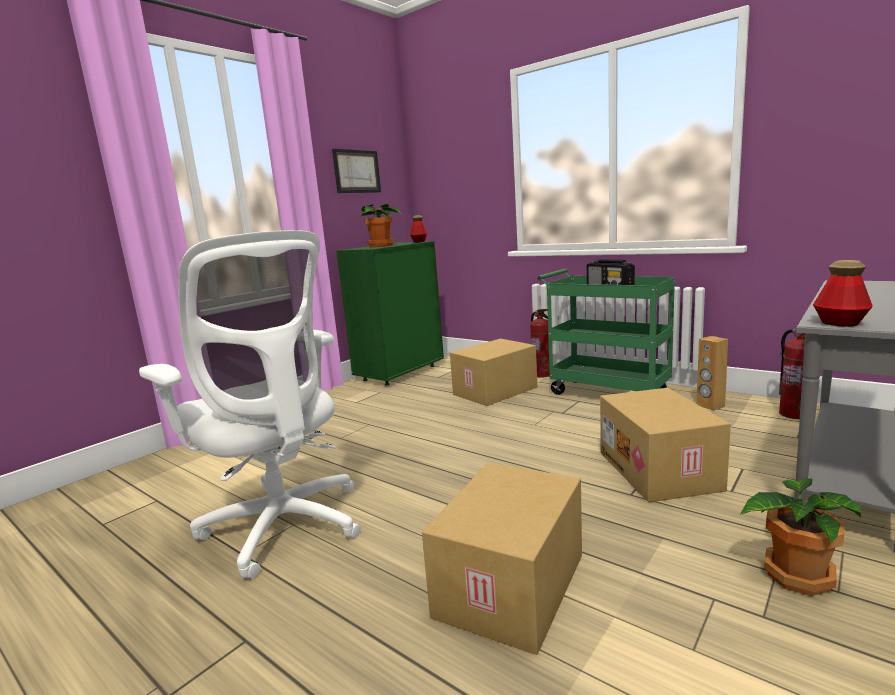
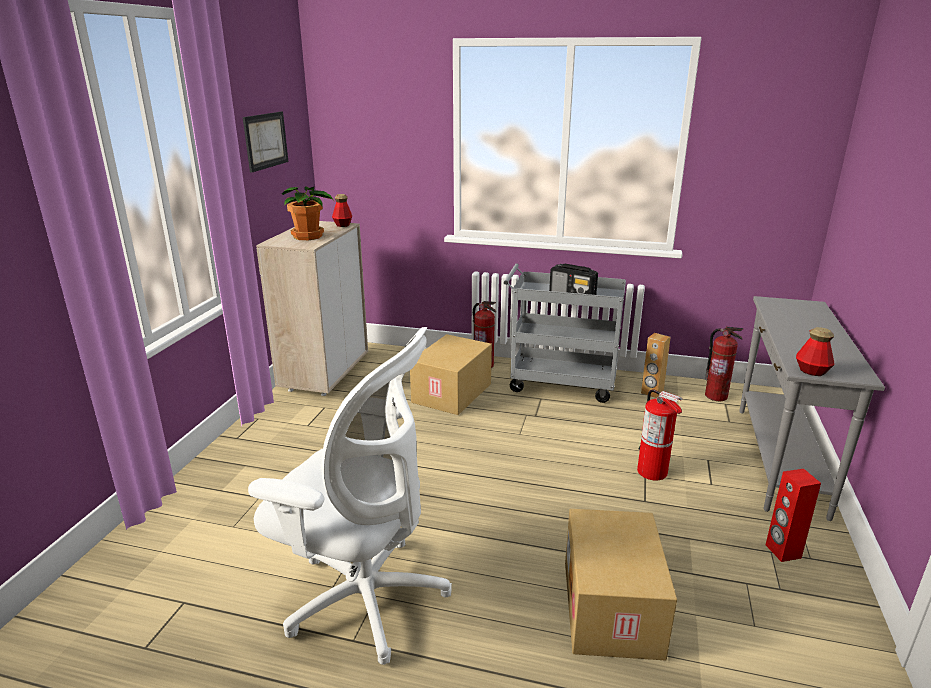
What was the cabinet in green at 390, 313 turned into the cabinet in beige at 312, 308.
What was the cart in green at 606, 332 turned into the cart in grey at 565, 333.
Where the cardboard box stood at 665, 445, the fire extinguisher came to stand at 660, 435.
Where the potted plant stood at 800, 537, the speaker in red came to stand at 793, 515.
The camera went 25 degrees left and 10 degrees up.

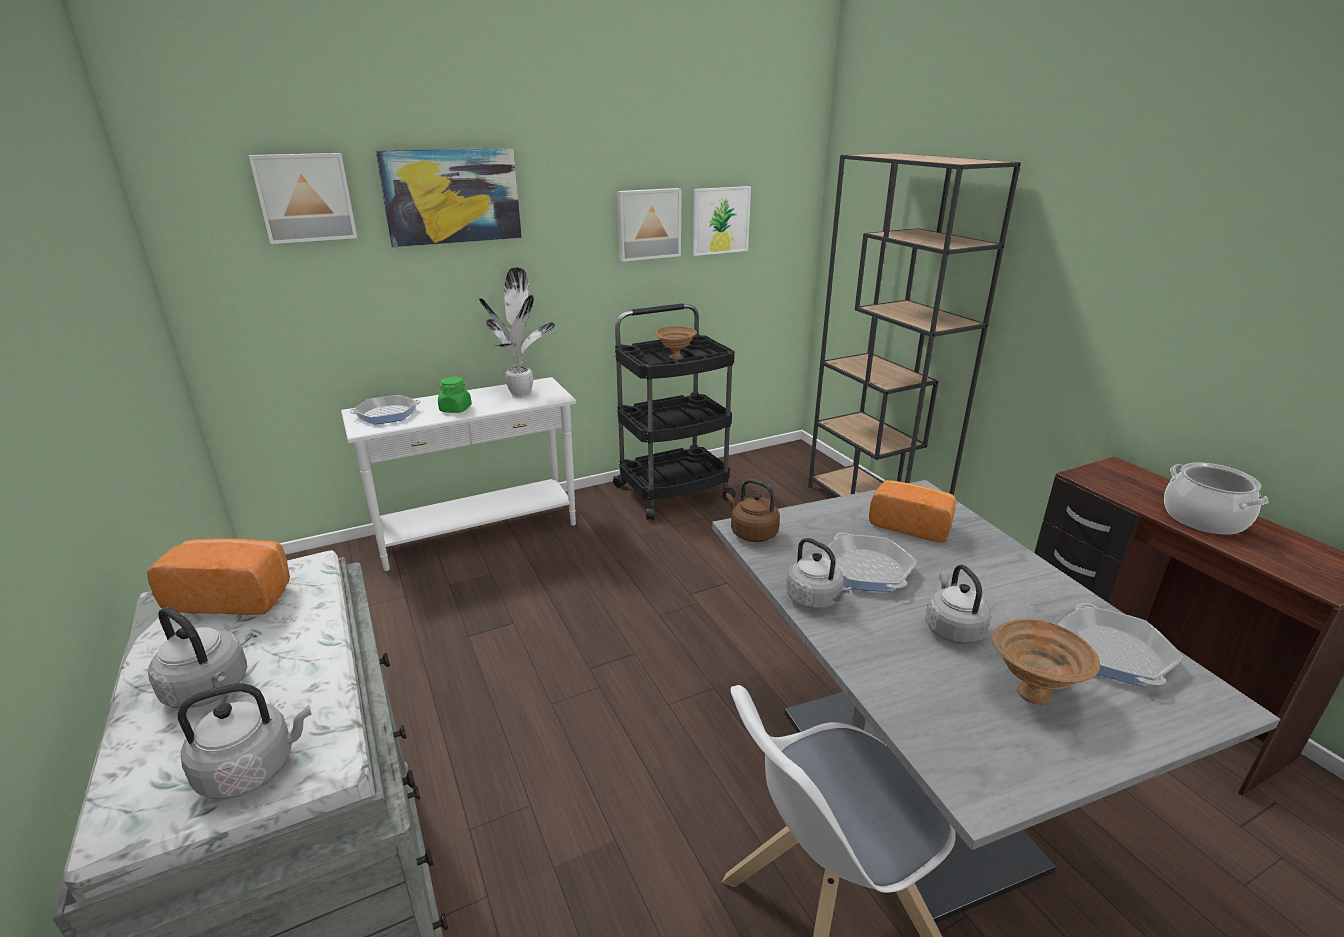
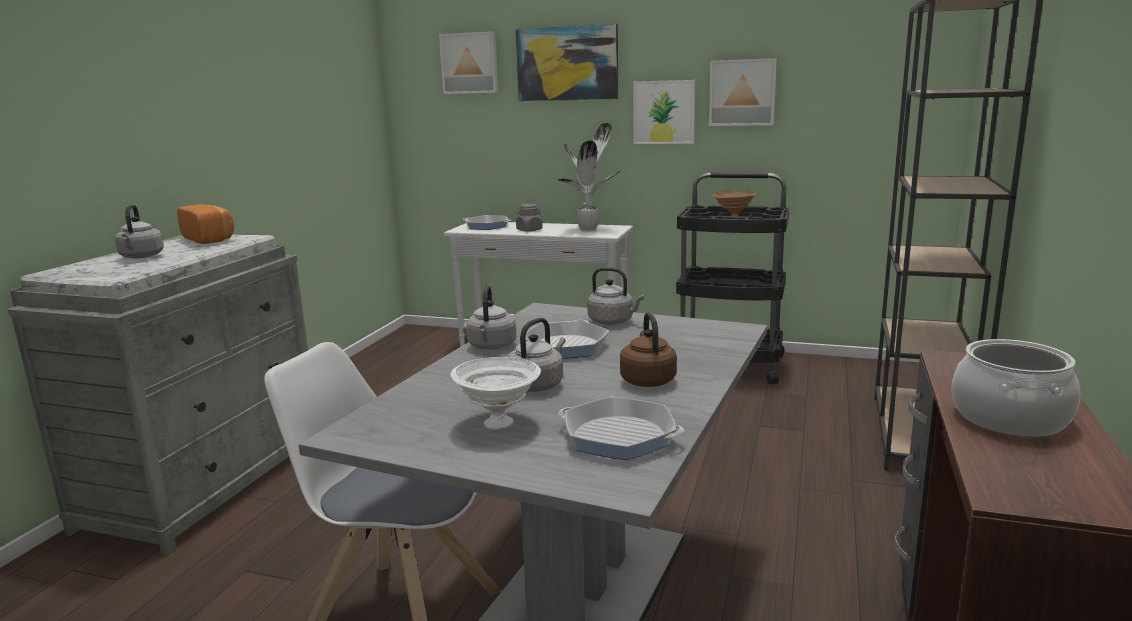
The picture ended up elsewhere, having gone from 722, 221 to 664, 112.
What was the jar in green at 455, 394 turned into the jar in grey at 529, 218.
The kettle in brown ended up elsewhere, having gone from 753, 510 to 648, 349.
The second view lost the bread at 912, 511.
The frying pan at 1120, 644 ended up facing another way, 105 degrees counterclockwise from before.
What was the bowl in brown at 1046, 662 turned into the bowl in white at 495, 393.
The kettle in grey ended up elsewhere, having gone from 244, 741 to 615, 296.
The camera went 45 degrees right and 10 degrees down.

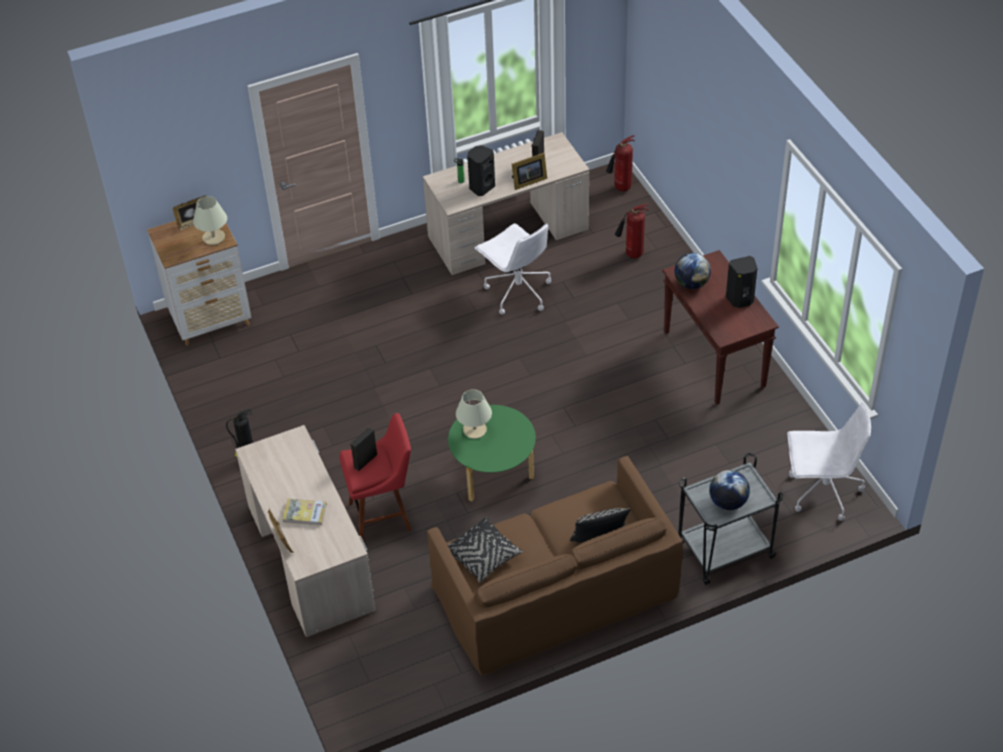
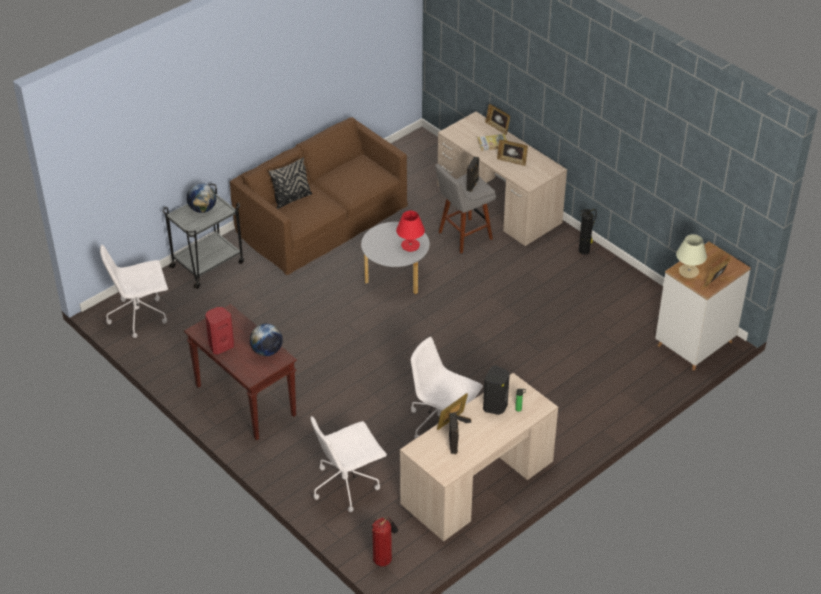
Where the fire extinguisher stood at 632, 231, the office chair in white came to stand at 348, 464.
What was the speaker in black at 741, 282 turned into the speaker in red at 219, 331.
What was the table lamp in beige at 474, 414 turned into the table lamp in red at 410, 231.
What was the coffee table in green at 492, 453 turned into the coffee table in grey at 395, 258.
What was the stool in red at 375, 478 turned into the stool in grey at 465, 208.
The second view lost the pillow in black at 485, 550.
The second view gained the picture frame at 512, 153.
The camera went 160 degrees right and 5 degrees down.

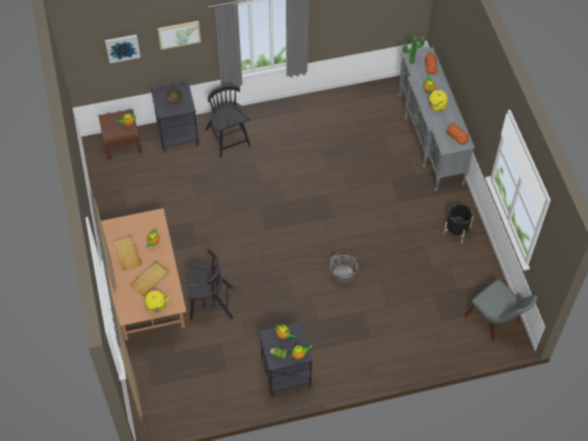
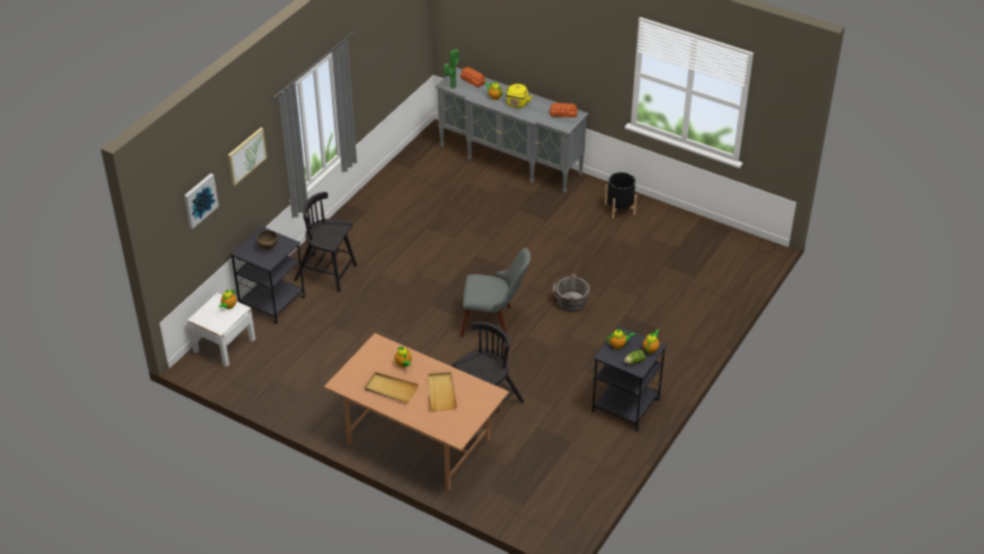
What was the nightstand in brown at 120, 134 turned into the nightstand in white at 221, 330.
The chair in grey ended up elsewhere, having gone from 501, 310 to 496, 292.
The second view lost the kettle in yellow at 157, 302.
The camera went 45 degrees left and 15 degrees down.

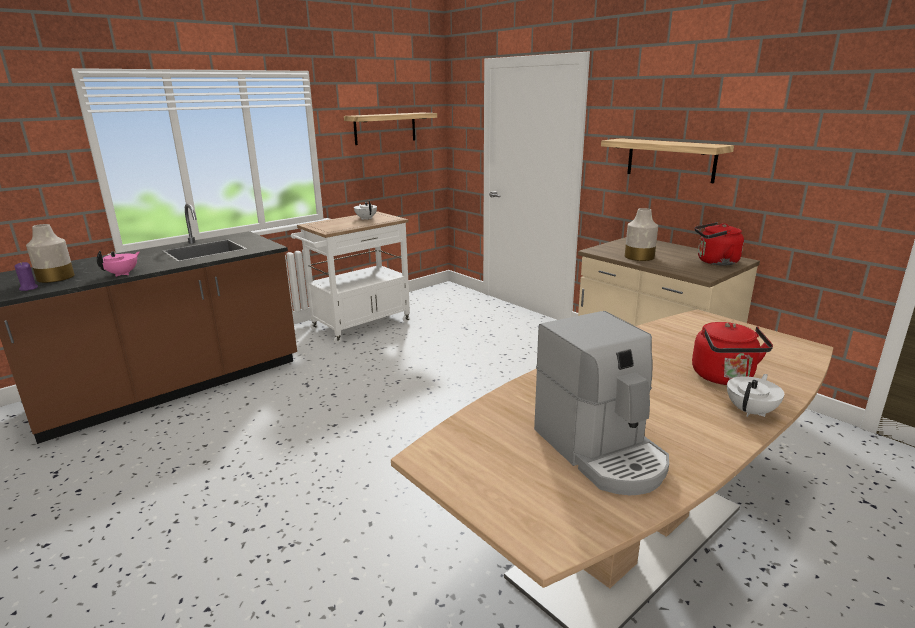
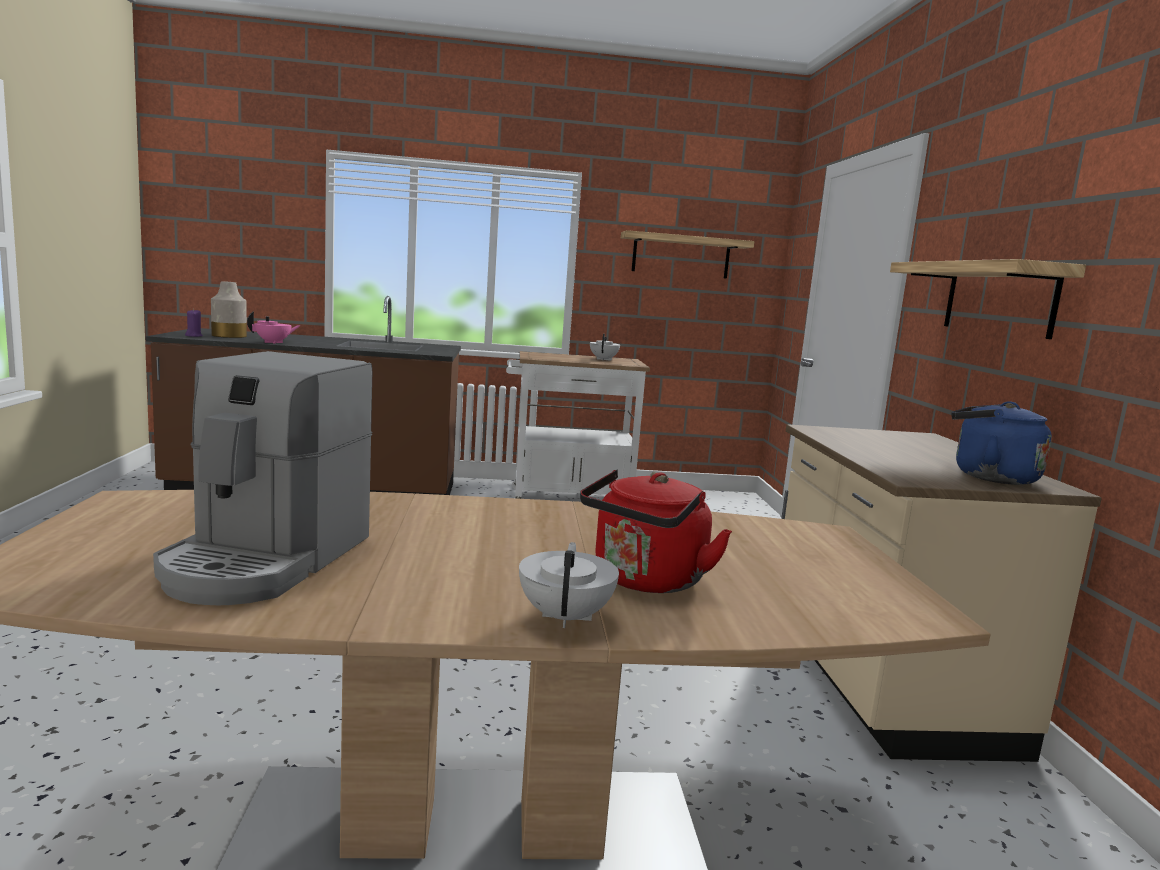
The second view lost the vase in beige at 641, 234.
What was the kettle in red at 719, 244 turned into the kettle in blue at 1001, 443.
The teapot in white at 755, 395 ended up facing another way, 75 degrees counterclockwise from before.
The camera went 35 degrees right and 10 degrees down.

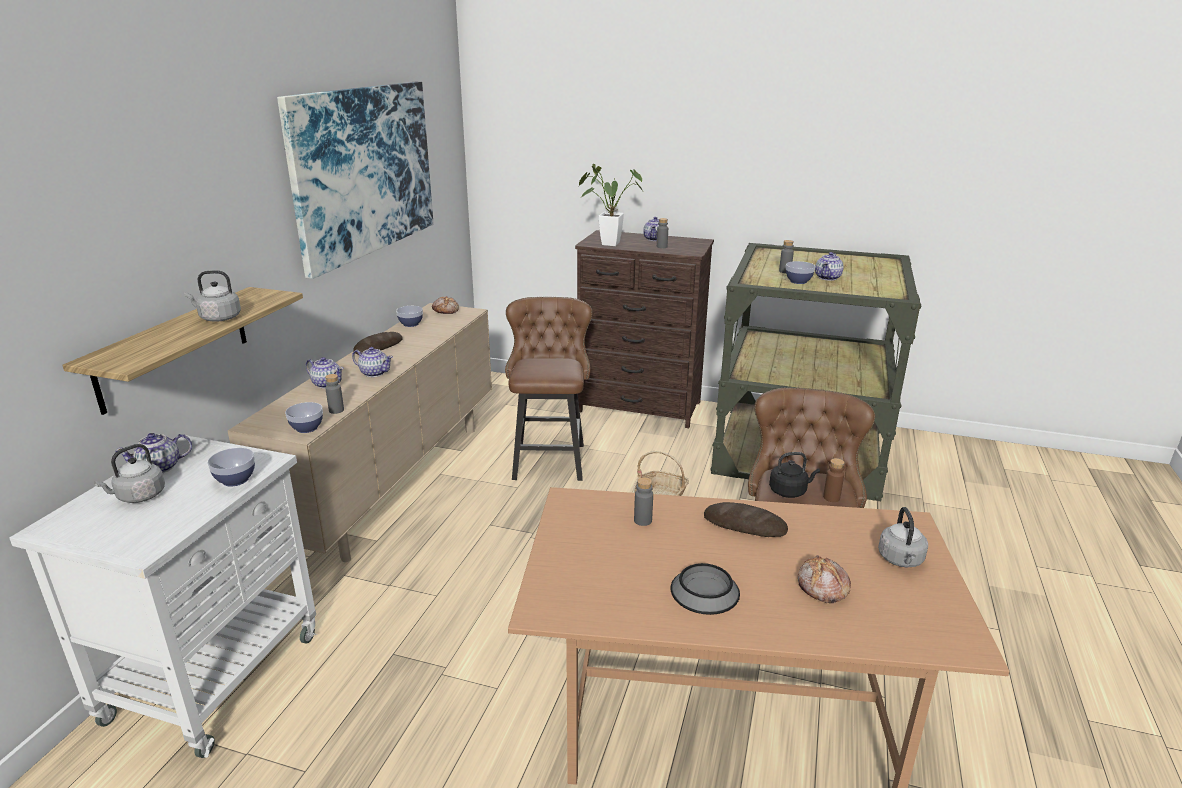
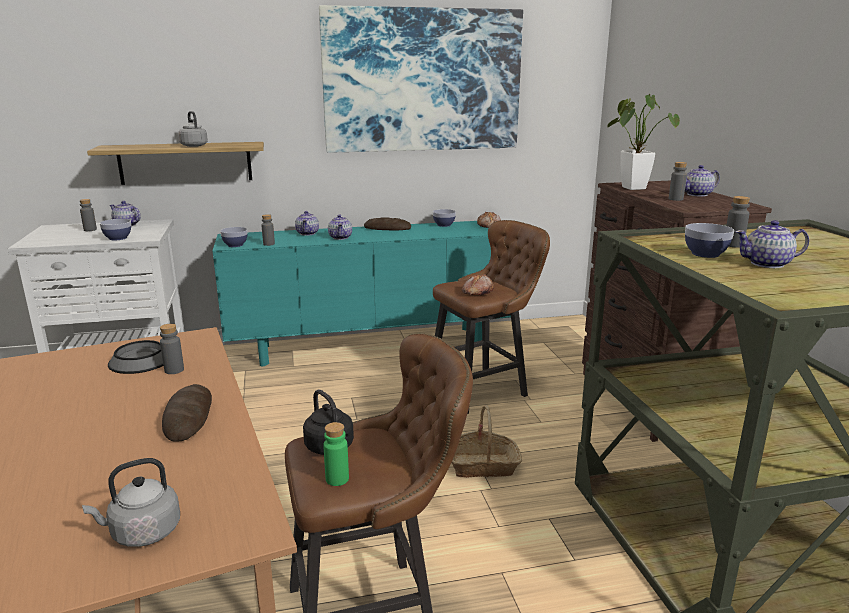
What was the cabinet in beige at 360, 432 turned into the cabinet in turquoise at 362, 293.
Where the kettle in grey stood at 129, 473, the bottle in grey came to stand at 88, 215.
What was the bottle in brown at 834, 480 turned into the bottle in green at 336, 454.
The bread ended up elsewhere, having gone from 824, 579 to 478, 284.
The bowl ended up elsewhere, having gone from 705, 589 to 135, 357.
The camera went 60 degrees right and 5 degrees down.

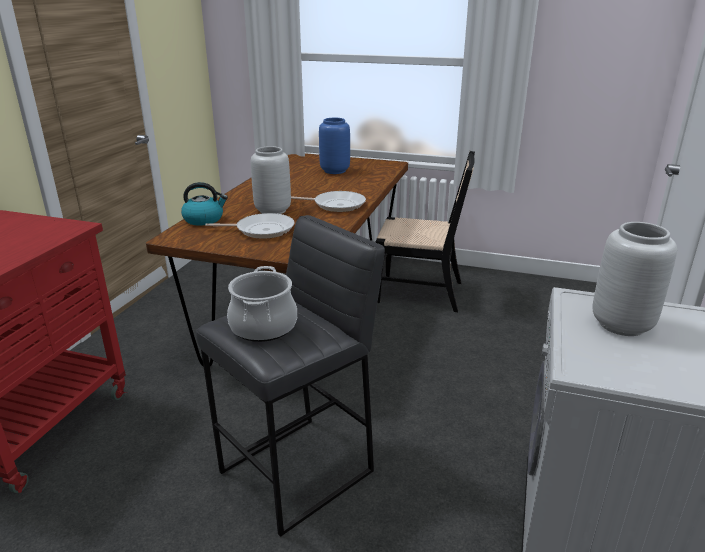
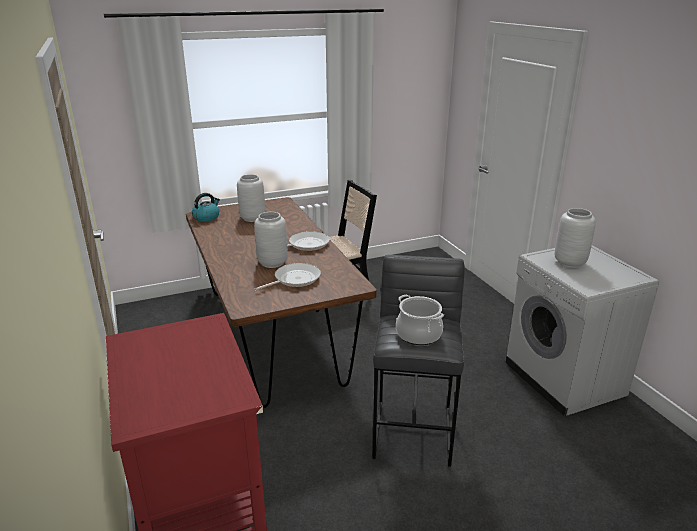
What was the vase in blue at 334, 146 turned into the vase in grey at 251, 198.
The kettle ended up elsewhere, having gone from 204, 204 to 206, 207.
The camera went 40 degrees left and 0 degrees up.

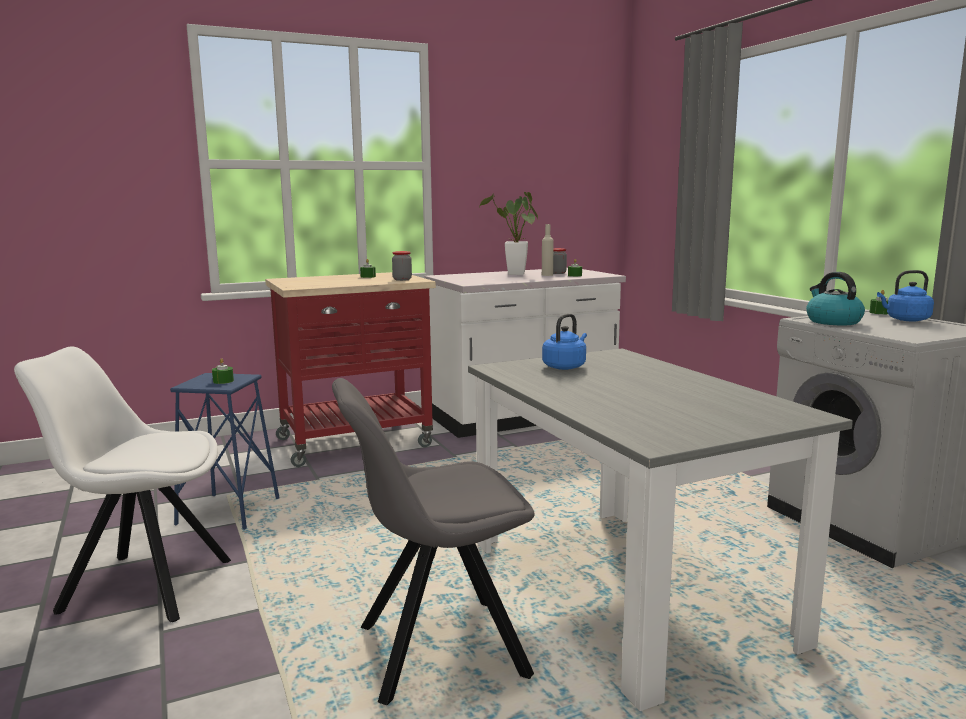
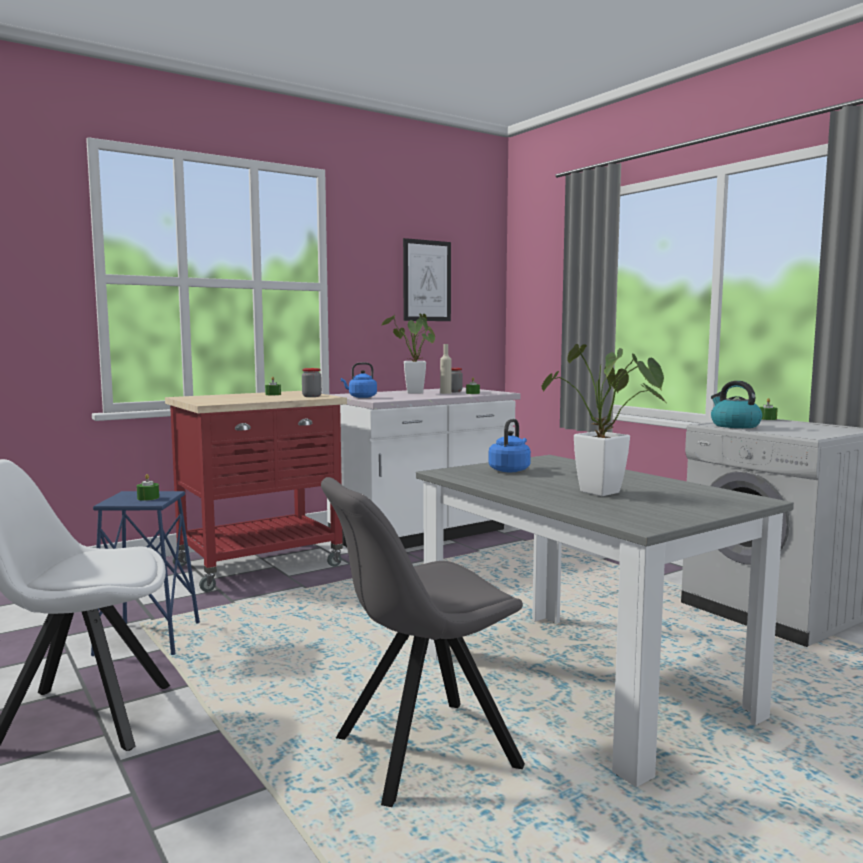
The kettle in blue ended up elsewhere, having gone from 905, 296 to 359, 380.
The second view gained the picture at 427, 279.
The second view gained the potted plant at 605, 420.
The camera went 10 degrees left and 5 degrees down.

